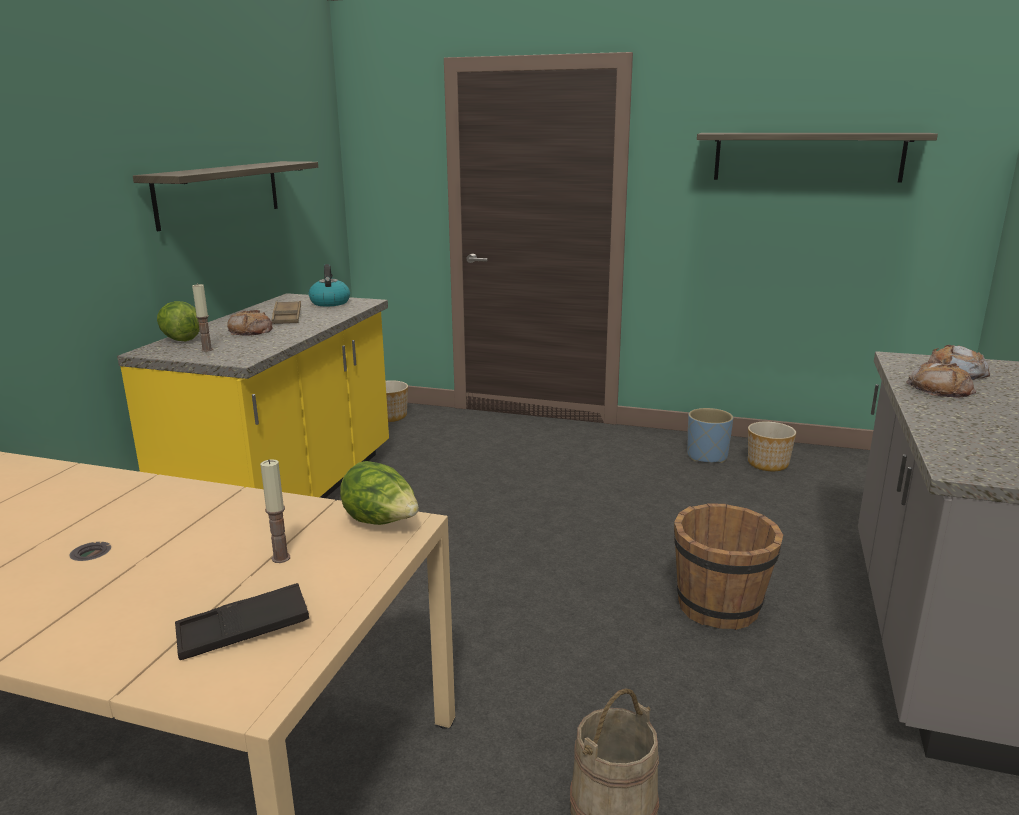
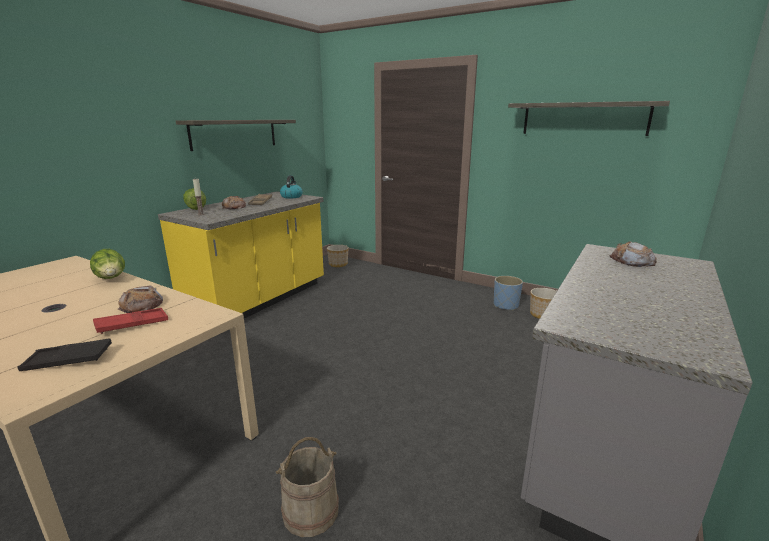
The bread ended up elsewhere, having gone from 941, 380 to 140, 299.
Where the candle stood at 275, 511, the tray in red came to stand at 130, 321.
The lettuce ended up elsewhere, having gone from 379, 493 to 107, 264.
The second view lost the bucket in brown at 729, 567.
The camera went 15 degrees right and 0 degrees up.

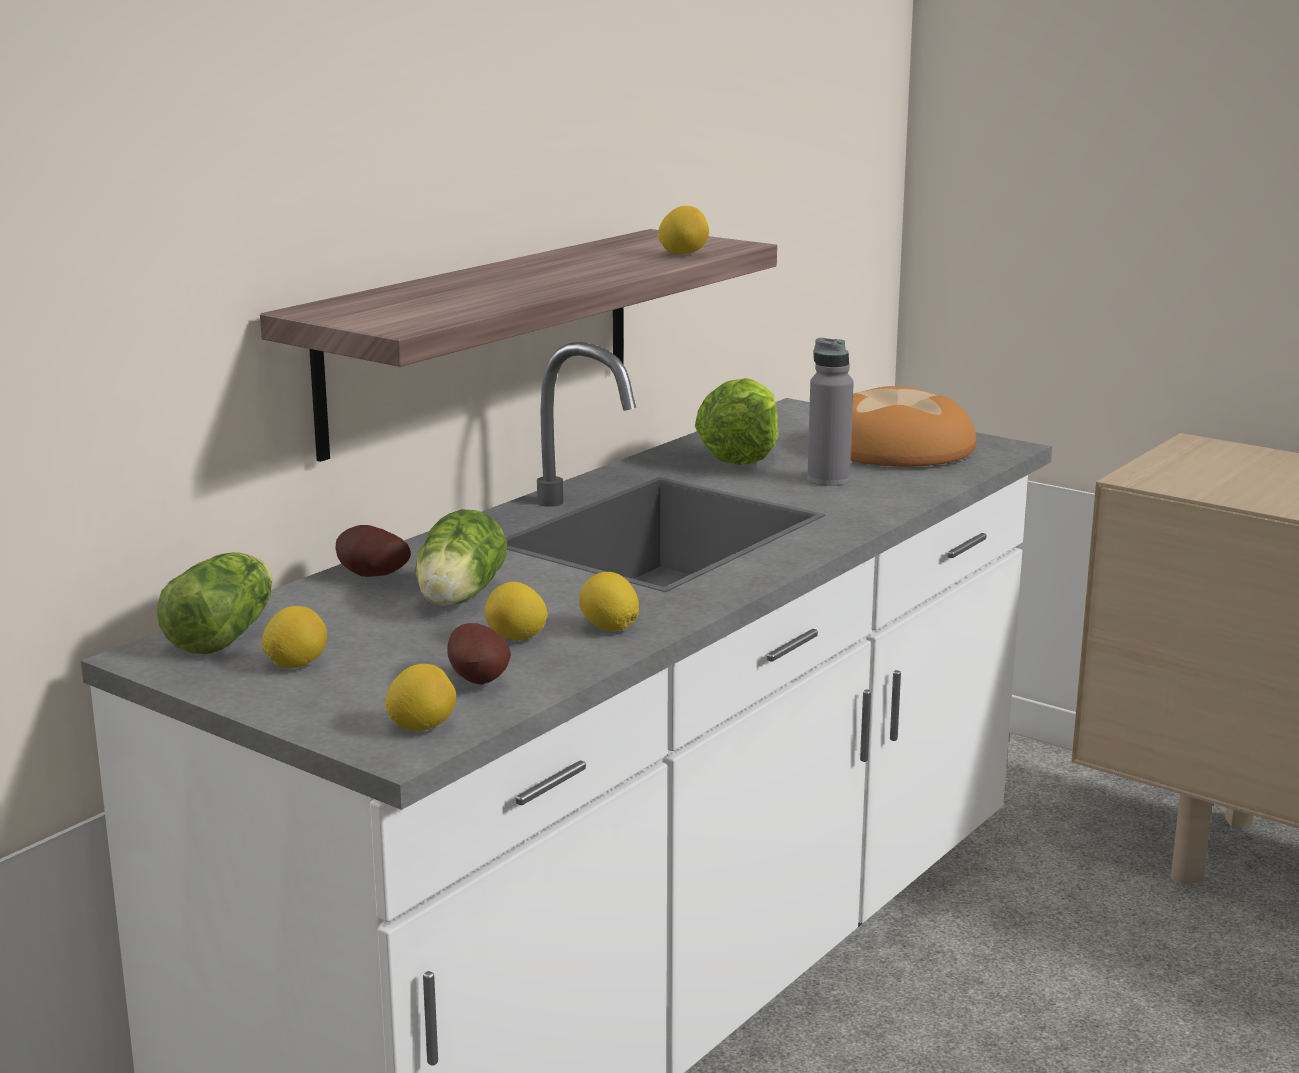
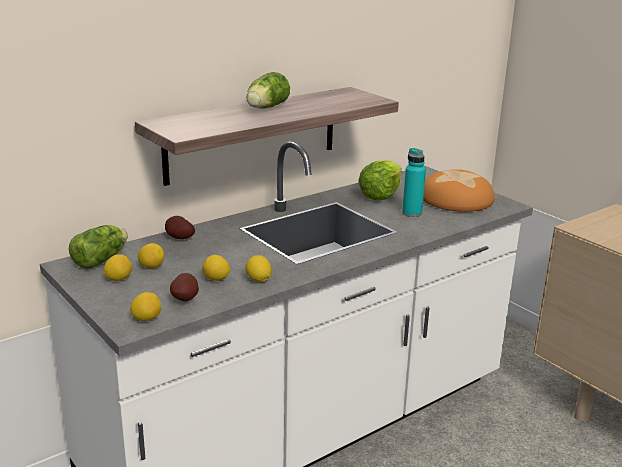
The lemon ended up elsewhere, having gone from 683, 230 to 151, 255.
What was the bottle in grey at 830, 412 turned into the bottle in turquoise at 414, 182.
The lettuce ended up elsewhere, having gone from 461, 557 to 268, 90.
The camera went 15 degrees right and 5 degrees up.

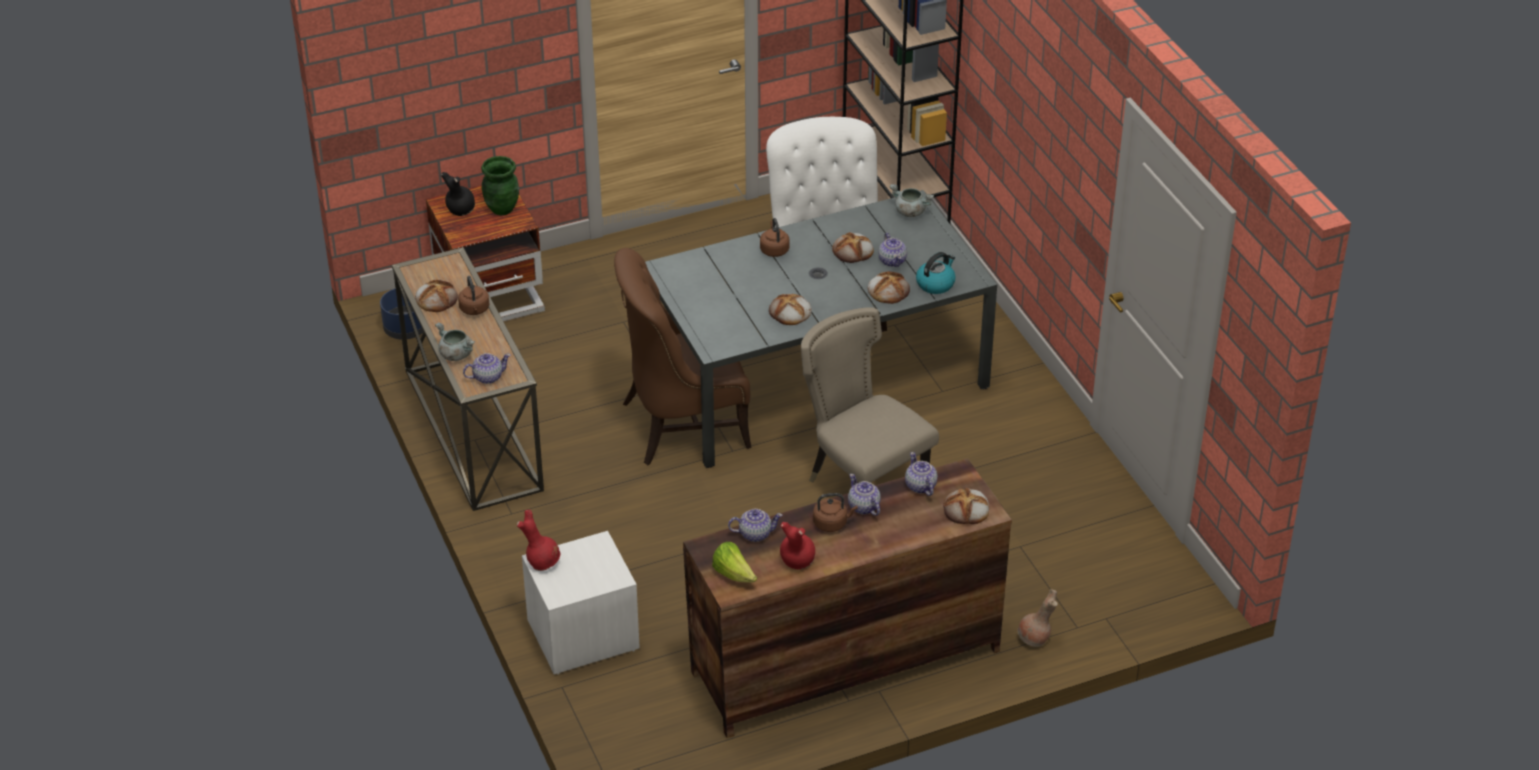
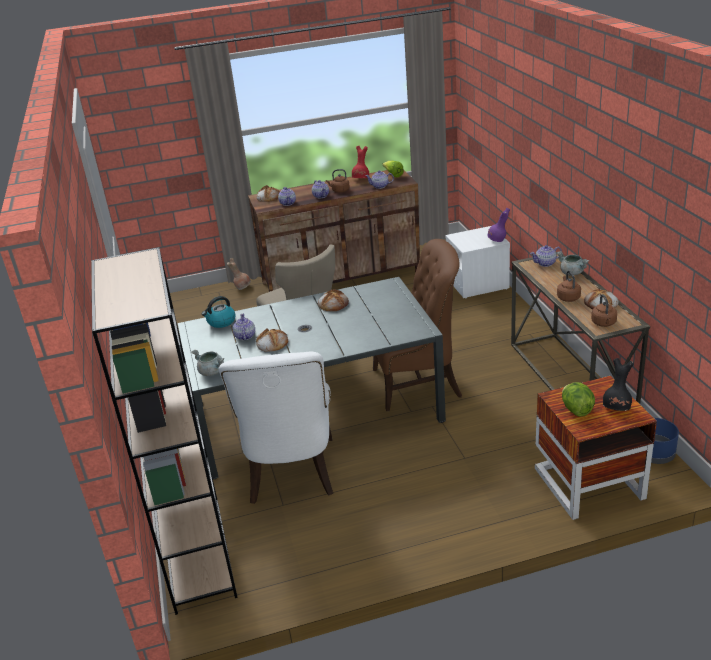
Where the vase in green stood at 500, 185, the lettuce came to stand at 578, 399.
The kettle in brown ended up elsewhere, having gone from 775, 237 to 604, 310.
The second view lost the bread at 889, 288.
What was the vase in red at 538, 540 turned into the vase in purple at 498, 225.
The camera went 170 degrees left and 10 degrees down.

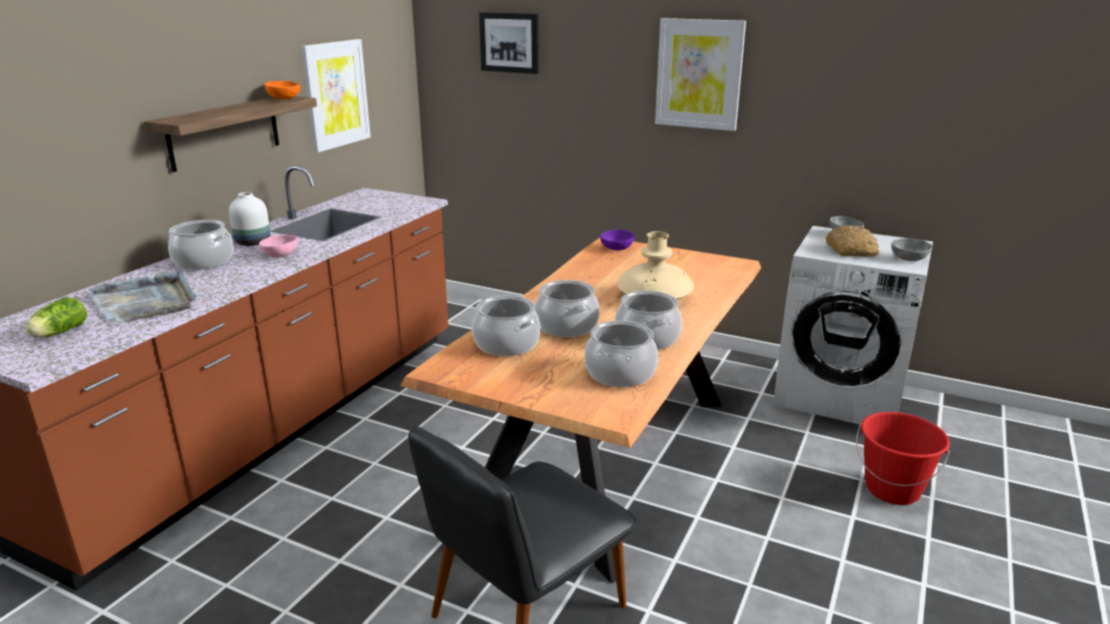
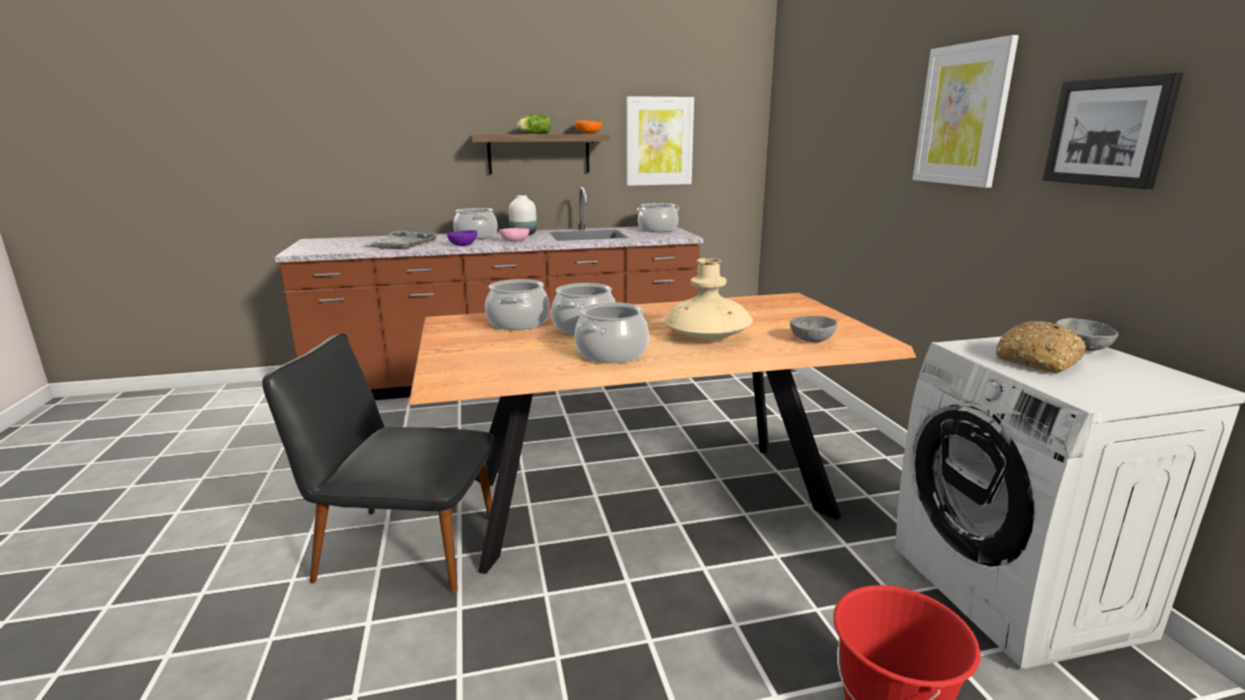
The picture ended up elsewhere, having gone from 509, 43 to 1113, 131.
The bowl in purple ended up elsewhere, having gone from 617, 240 to 462, 238.
The bowl in grey ended up elsewhere, having gone from 911, 249 to 813, 329.
The lettuce ended up elsewhere, having gone from 56, 317 to 534, 124.
The cooking pot ended up elsewhere, having gone from 621, 354 to 658, 217.
The camera went 50 degrees right and 5 degrees down.

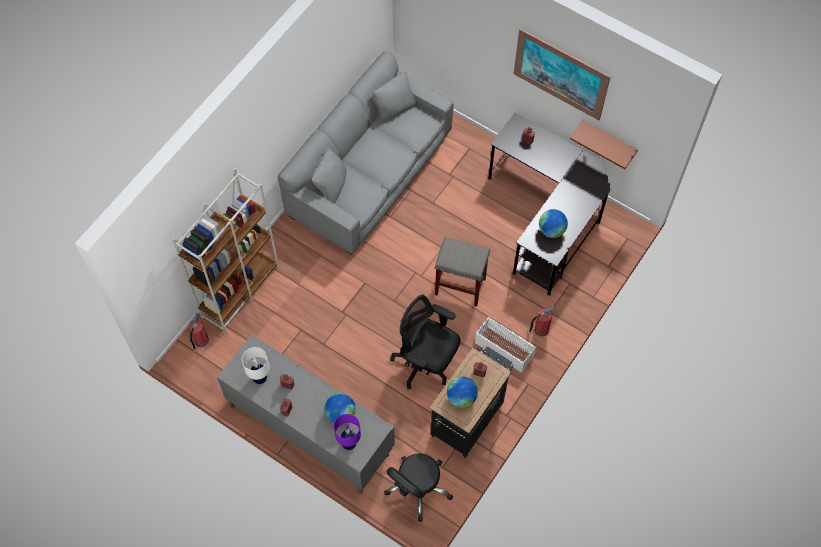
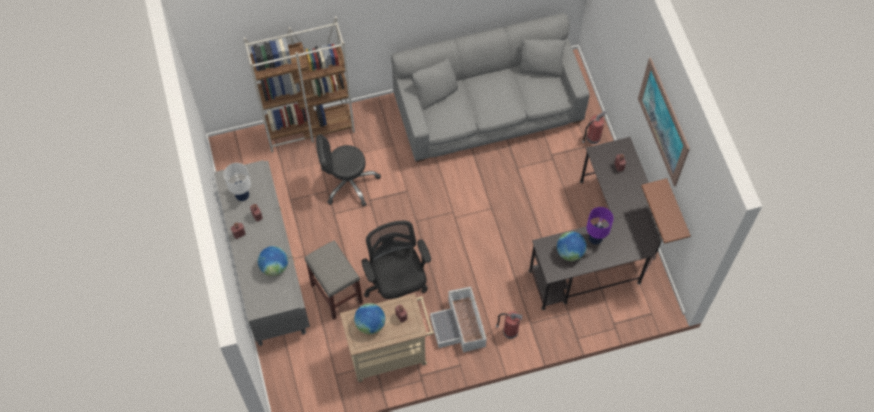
The stool in grey ended up elsewhere, having gone from 462, 271 to 334, 280.
The fire extinguisher ended up elsewhere, having gone from 199, 332 to 594, 127.
What was the cart in black at 471, 402 turned into the cart in beige at 387, 338.
The table lamp in purple ended up elsewhere, having gone from 347, 432 to 600, 226.
The office chair in black ended up elsewhere, having gone from 418, 487 to 348, 170.
The camera went 40 degrees right and 0 degrees up.

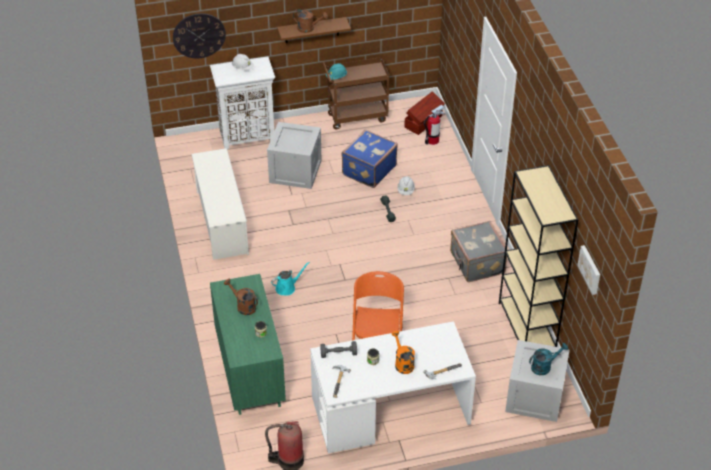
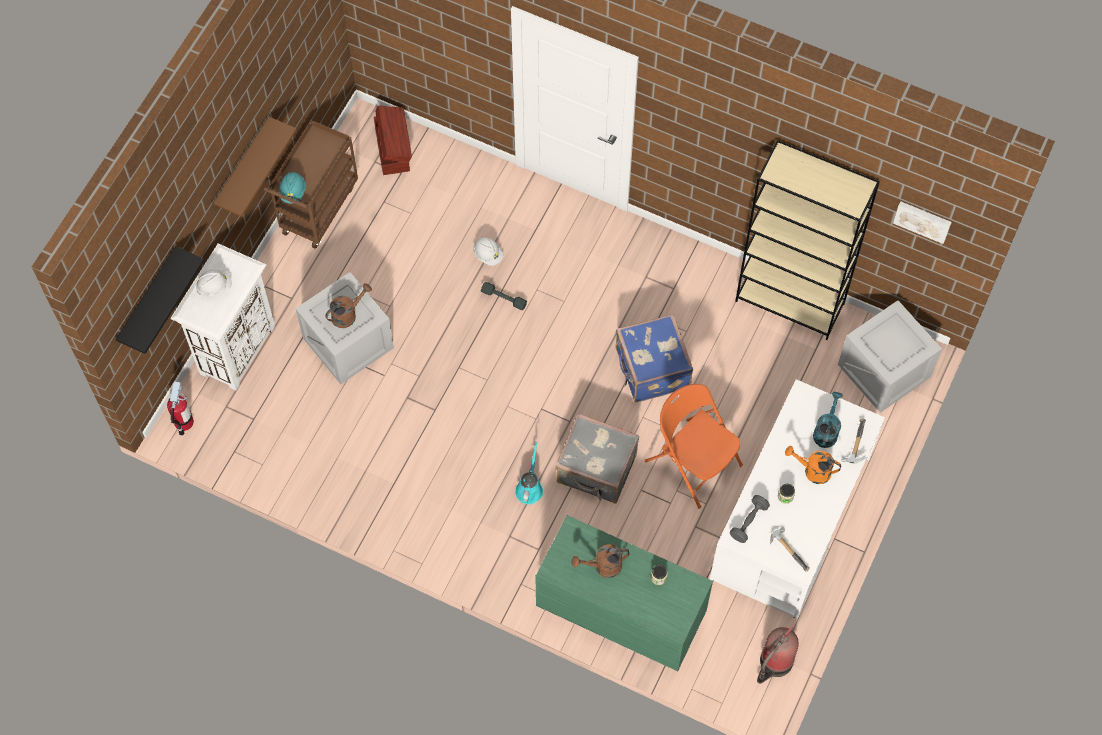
The watering can in brown ended up elsewhere, having gone from 310, 21 to 348, 305.
Where the wall clock hung at 199, 35, the shelf in black came to hang at 160, 300.
The fire extinguisher ended up elsewhere, having gone from 434, 125 to 180, 409.
The suitcase in blue ended up elsewhere, having gone from 370, 158 to 654, 358.
The second view lost the shoe rack in white at 220, 204.
The suitcase in grey ended up elsewhere, having gone from 478, 251 to 597, 459.
The watering can in turquoise ended up elsewhere, having gone from 548, 359 to 828, 420.
The camera went 50 degrees left and 20 degrees up.

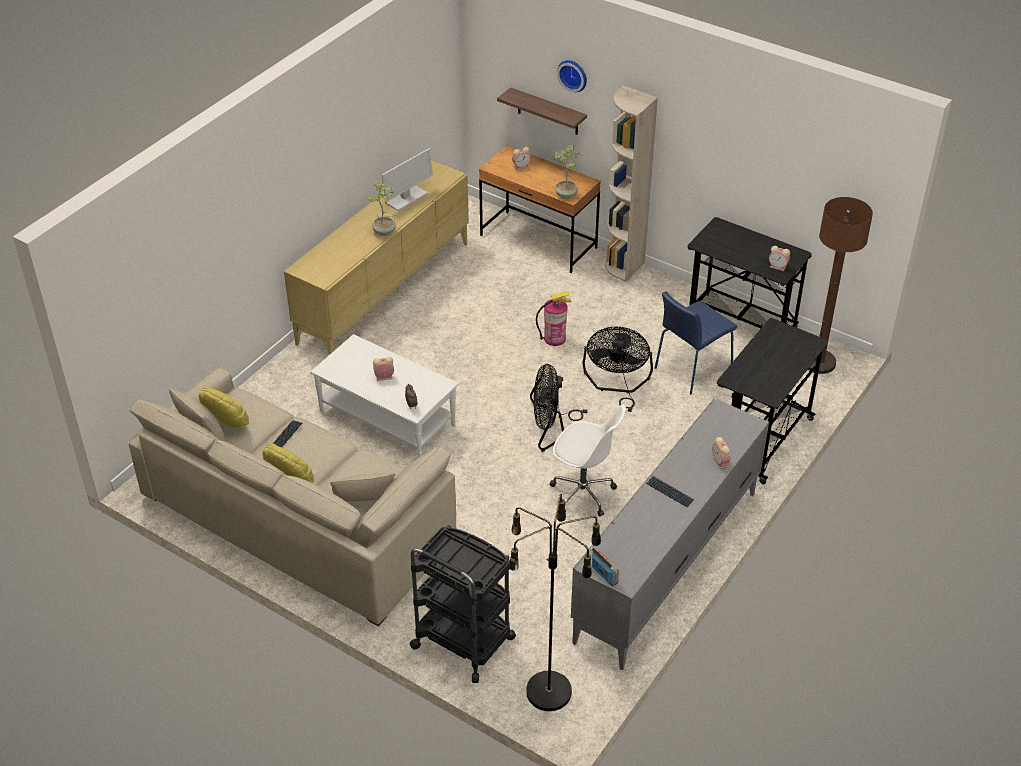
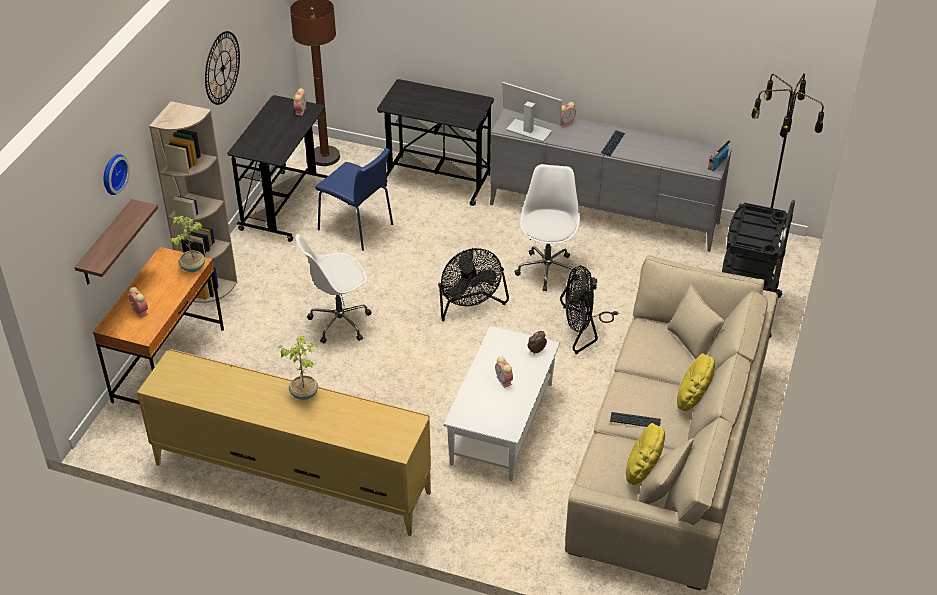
The monitor ended up elsewhere, having gone from 407, 179 to 532, 112.
Where the fire extinguisher stood at 553, 318, the office chair in white came to stand at 333, 288.
The fan in black ended up elsewhere, having gone from 618, 369 to 589, 310.
The second view gained the wall clock at 222, 68.
The camera went 105 degrees left and 0 degrees up.

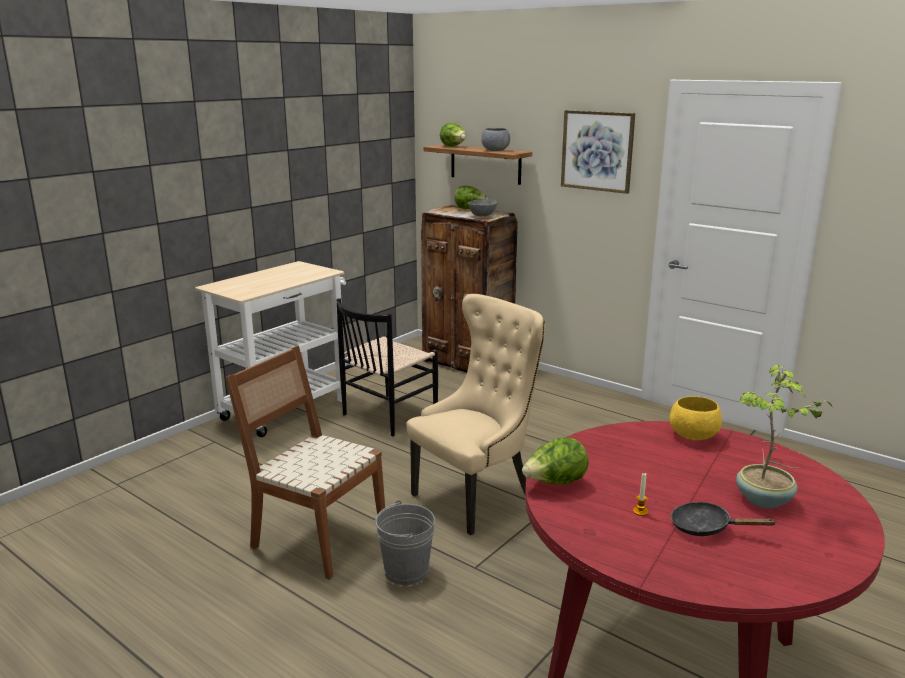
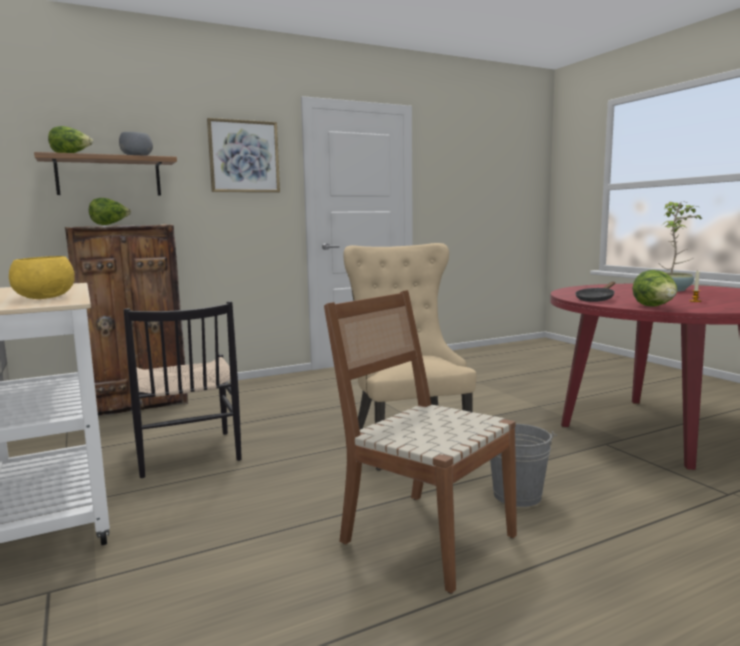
The second view lost the bowl in grey at 482, 207.
The chair at 305, 463 ended up facing another way, 75 degrees clockwise from before.
The bowl in yellow ended up elsewhere, having gone from 696, 418 to 42, 277.
The frying pan in black ended up elsewhere, having gone from 724, 519 to 595, 292.
The camera went 65 degrees left and 10 degrees down.

